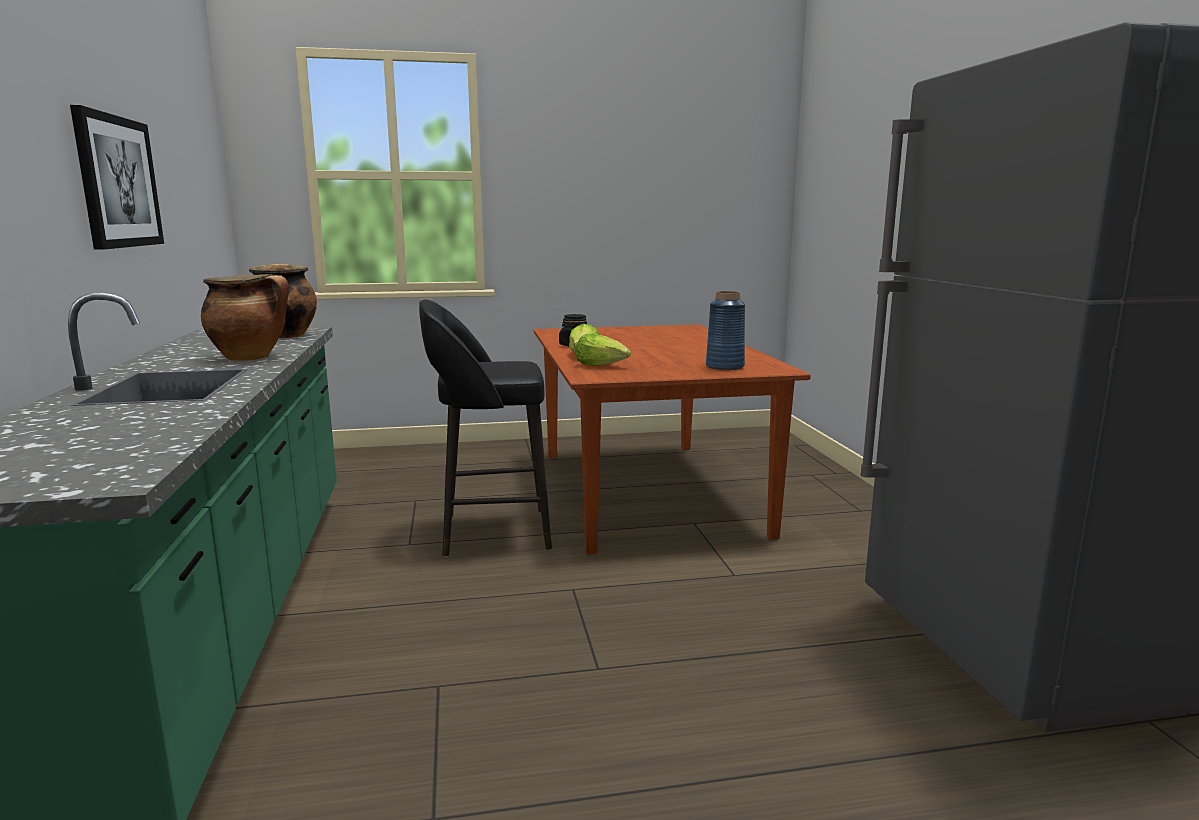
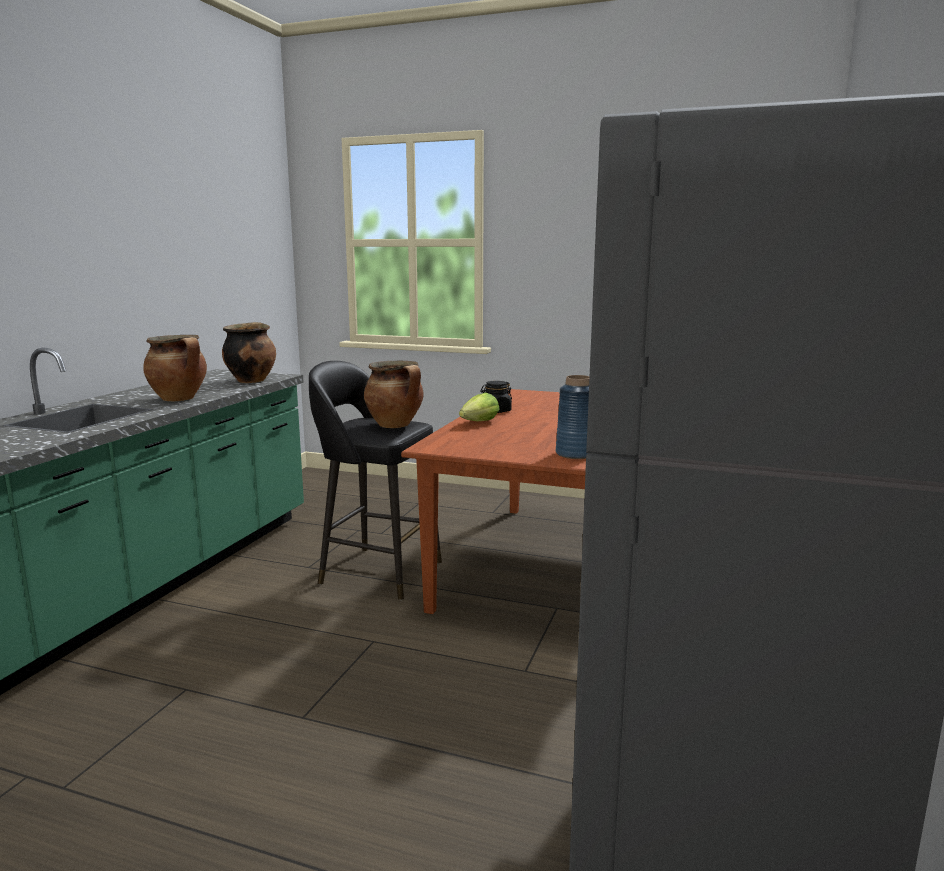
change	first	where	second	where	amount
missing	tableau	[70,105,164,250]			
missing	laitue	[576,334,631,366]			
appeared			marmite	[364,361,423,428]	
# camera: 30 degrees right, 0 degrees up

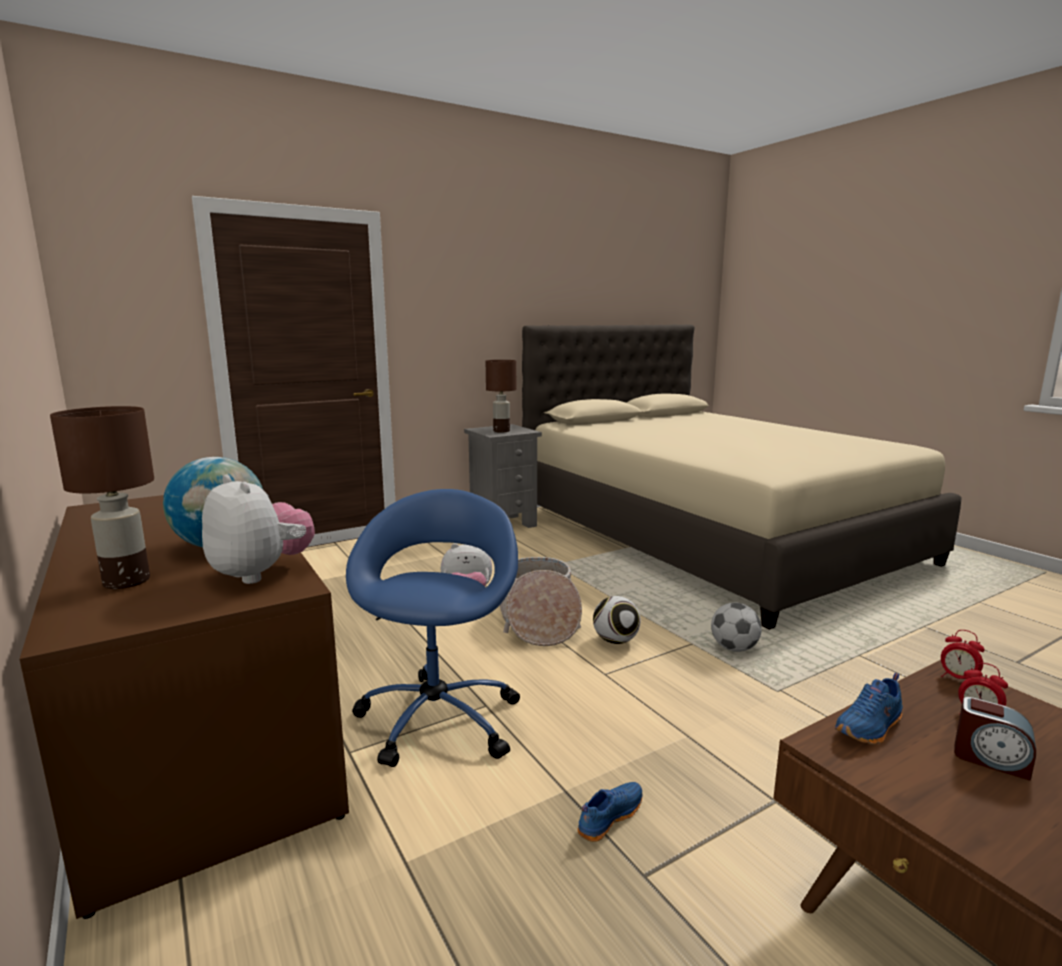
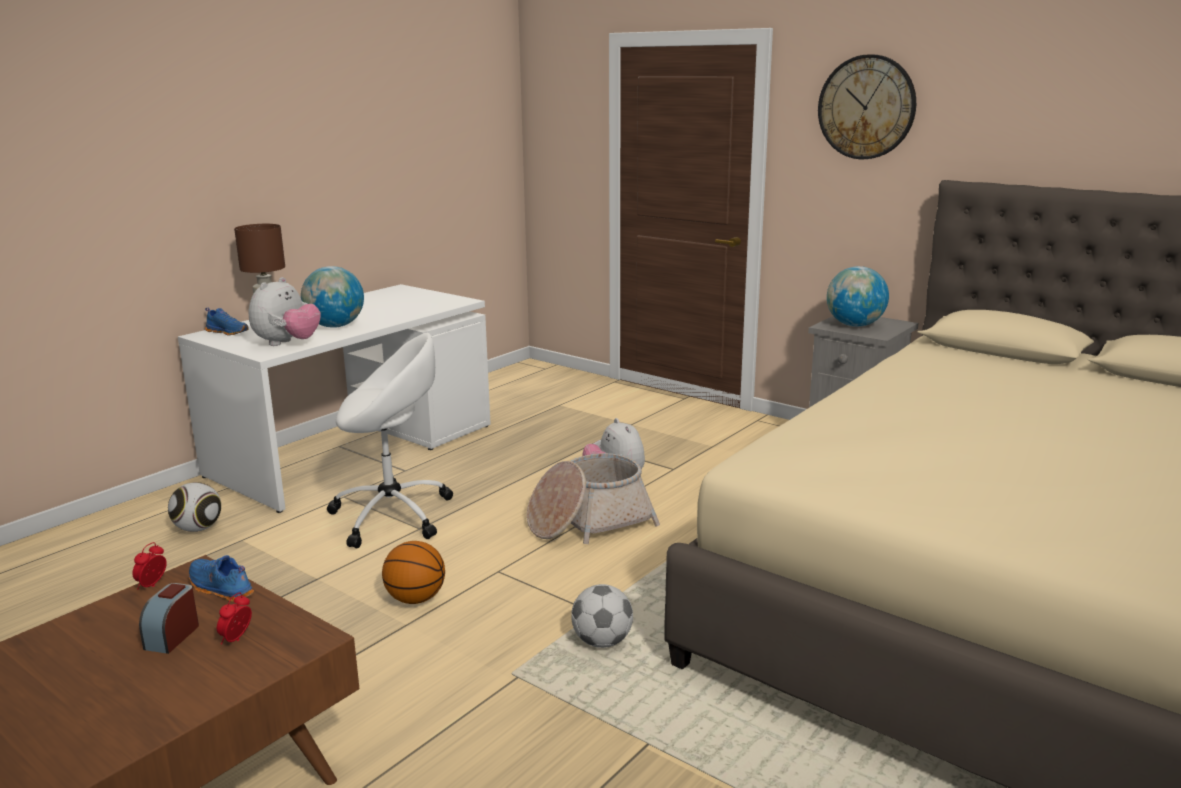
change	first	where	second	where	amount
exchanged	lampe de table (marron)	[486,360,516,433]	globe	[827,266,889,327]	
colour	chaise de bureau (bleu)	[346,489,520,767]	chaise de bureau (blanc)	[327,333,453,548]	
colour	bureau (marron)	[19,495,349,919]	bureau (blanc)	[178,284,491,513]	
relocated	ballon de foot	[593,596,641,644]		[168,482,221,532]	
relocated	réveil	[941,630,985,679]		[132,542,167,589]	
relocated	chaussure (bleu)	[577,782,642,842]		[205,308,249,336]	
appeared			horloge murale	[818,54,916,159]	
appeared			ballon de basket	[382,541,445,604]	
# camera: 70 degrees right, 5 degrees up

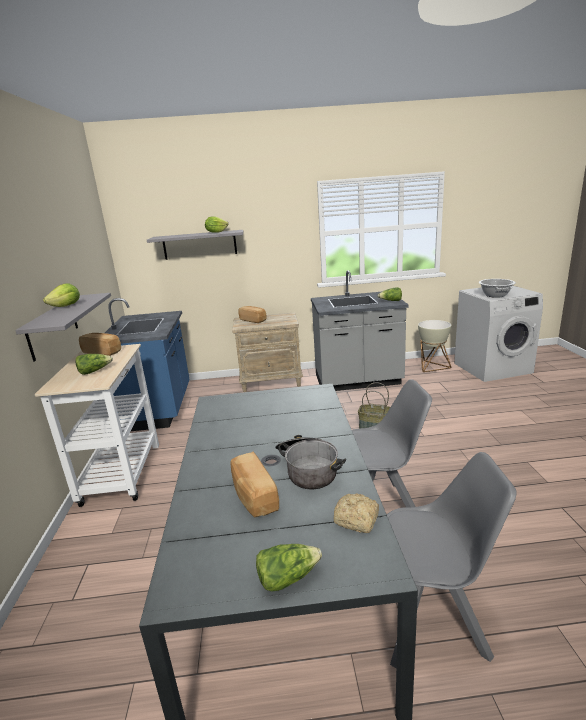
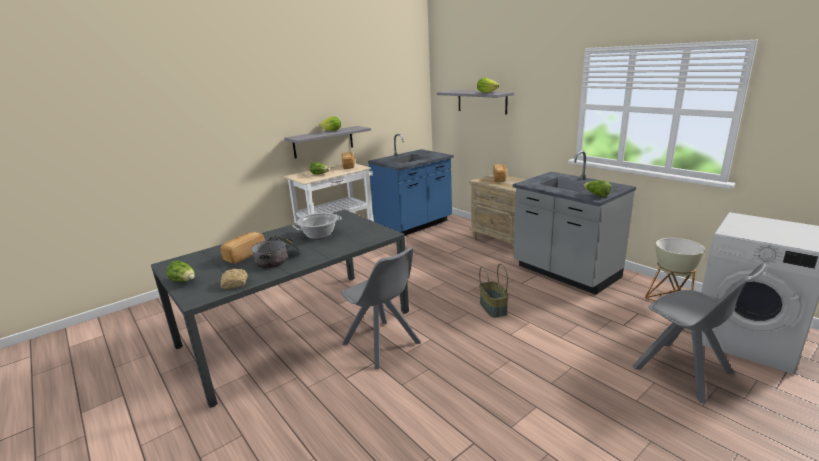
change	first	where	second	where	amount
relocated	marmite	[479,279,516,298]		[293,213,342,239]	
relocated	chaise (gris)	[387,452,516,668]		[633,264,767,404]	
# camera: 55 degrees right, 0 degrees up

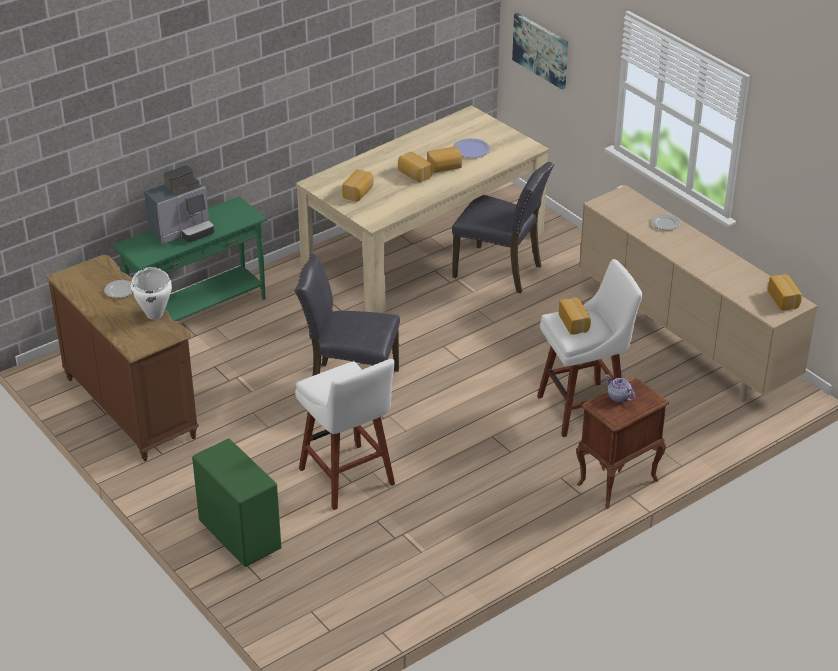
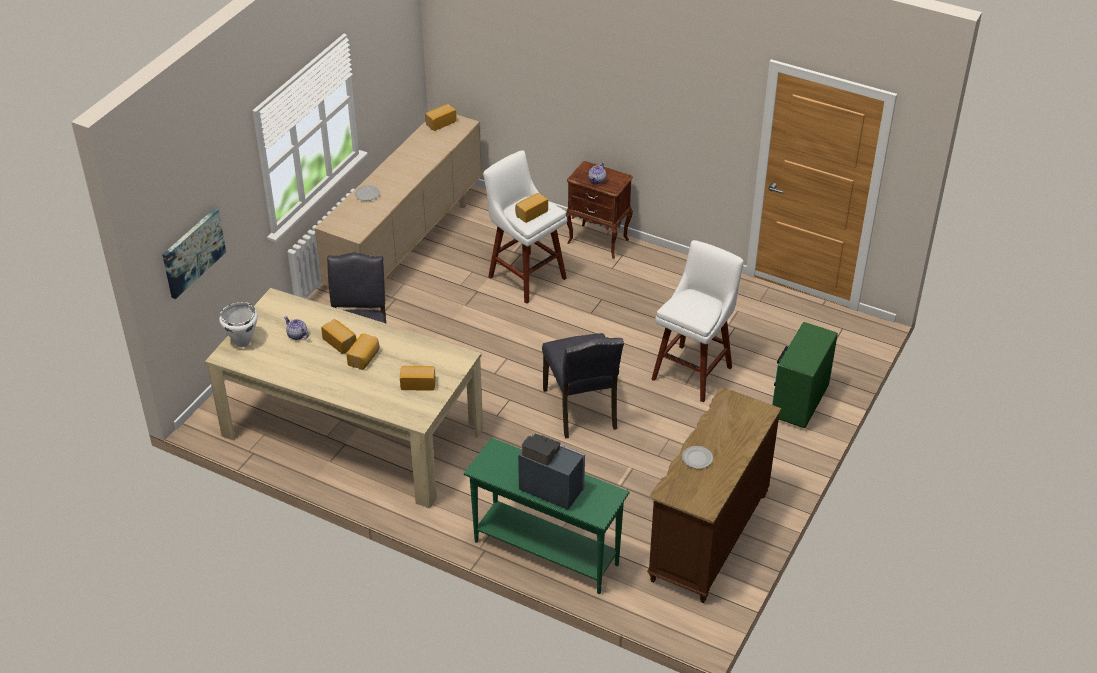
change	first	where	second	where	amount
exchanged	assiette	[453,138,490,158]	théière	[284,316,309,340]	
relocated	marmite (blanc)	[131,267,172,319]		[219,302,258,347]	
# camera: 115 degrees left, 5 degrees up

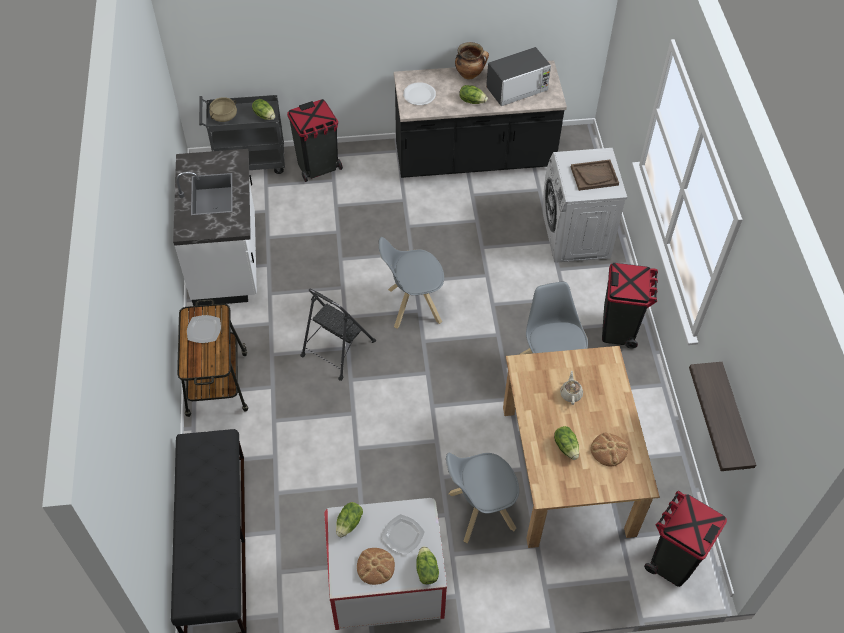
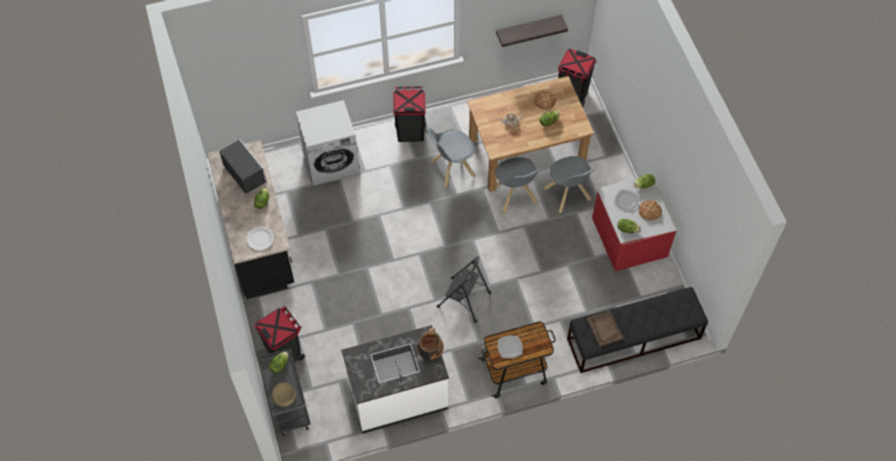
change	first	where	second	where	amount
relocated	marmite	[455,42,489,79]		[418,328,443,360]	
relocated	plateau (marron)	[571,160,619,191]		[587,311,623,347]	
relocated	chaise (gris)	[379,237,444,329]		[495,158,538,214]	
# camera: 100 degrees left, 5 degrees up

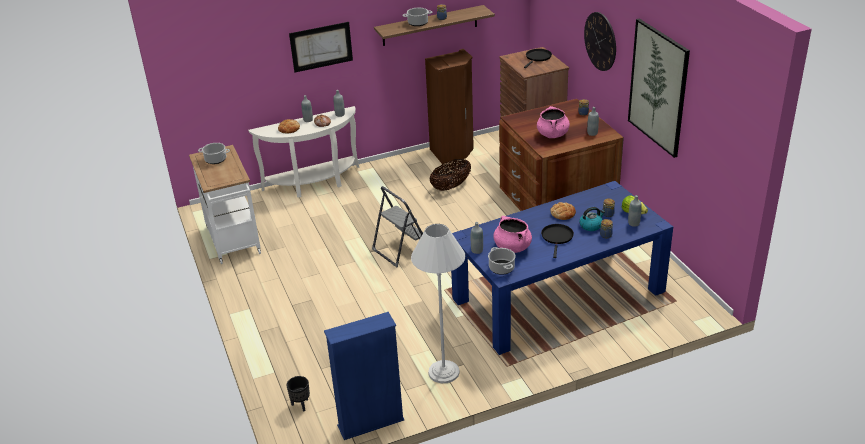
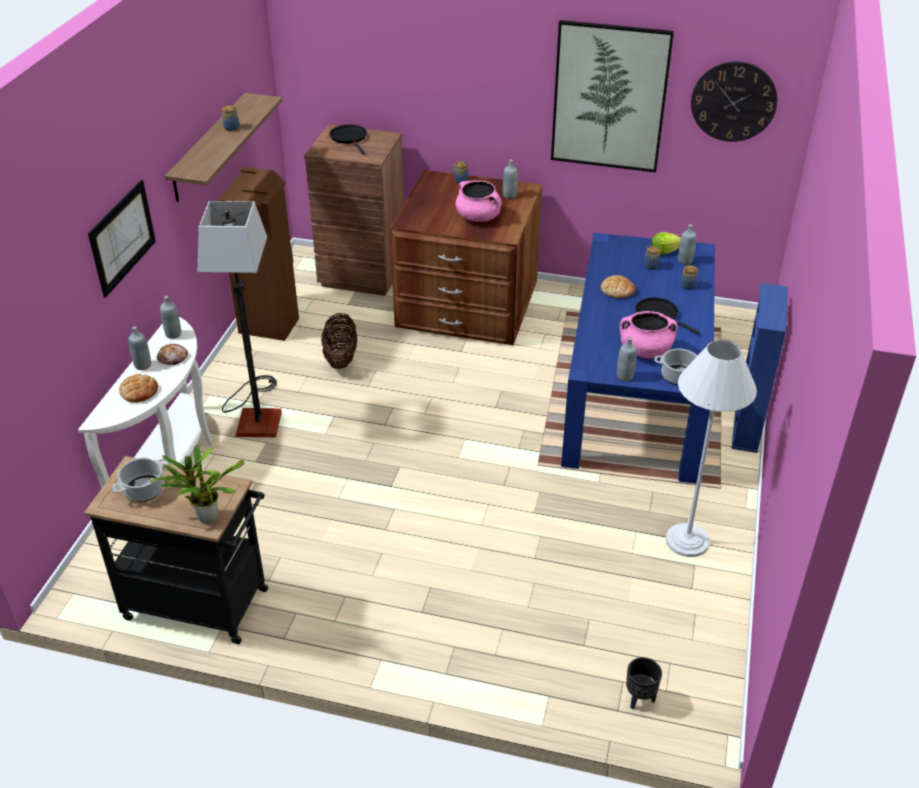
change	first	where	second	where	amount
missing	marmite	[402,8,432,26]			
relocated	horloge murale	[584,12,616,71]		[691,61,777,142]	
colour	chariot (blanc)	[189,145,261,264]	chariot (noir)	[84,456,268,644]	
missing	escabeau (gris)	[372,186,423,267]			
missing	bouilloire	[579,207,605,231]			
relocated	bibliothèque (bleu)	[324,312,404,440]		[732,283,788,453]	
appeared			lampadaire	[198,201,282,437]	
appeared			plante en pot	[150,444,244,523]	
# camera: 55 degrees left, 5 degrees up

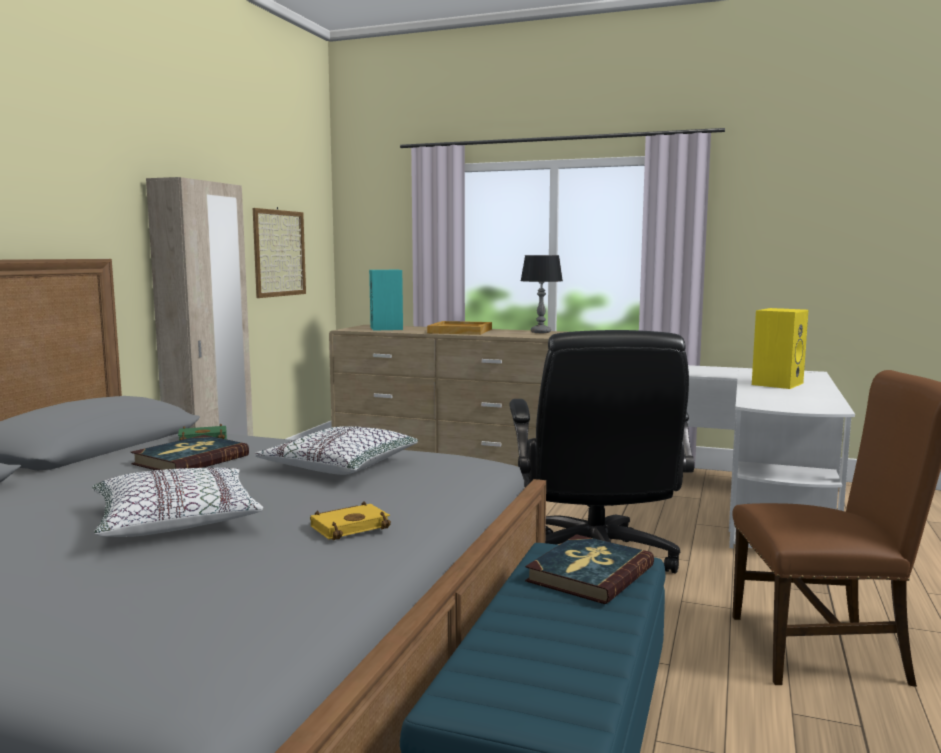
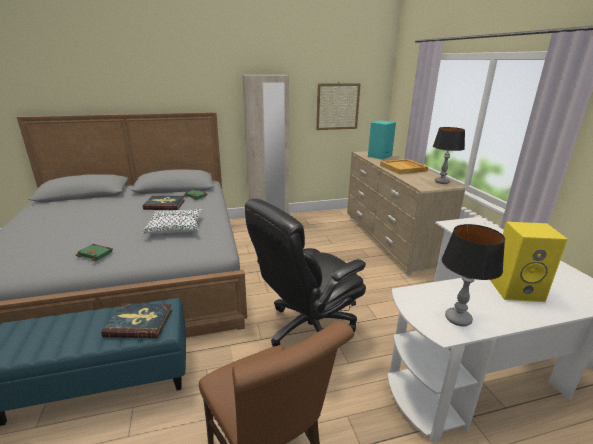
change	first	where	second	where	amount
missing	coussin (blanc)	[92,468,263,537]			
colour	livre (jaune)	[310,501,391,540]	livre (vert)	[76,244,113,261]	
appeared			lampe de table	[442,224,505,326]	
# camera: 55 degrees right, 15 degrees up

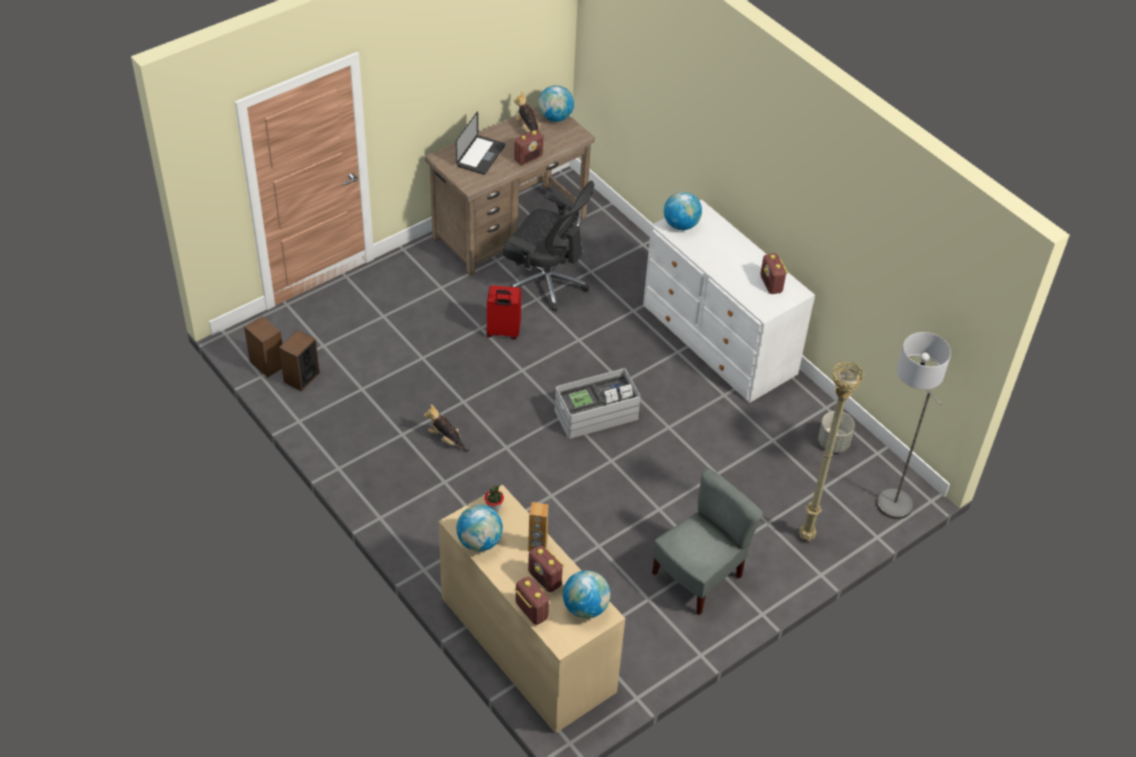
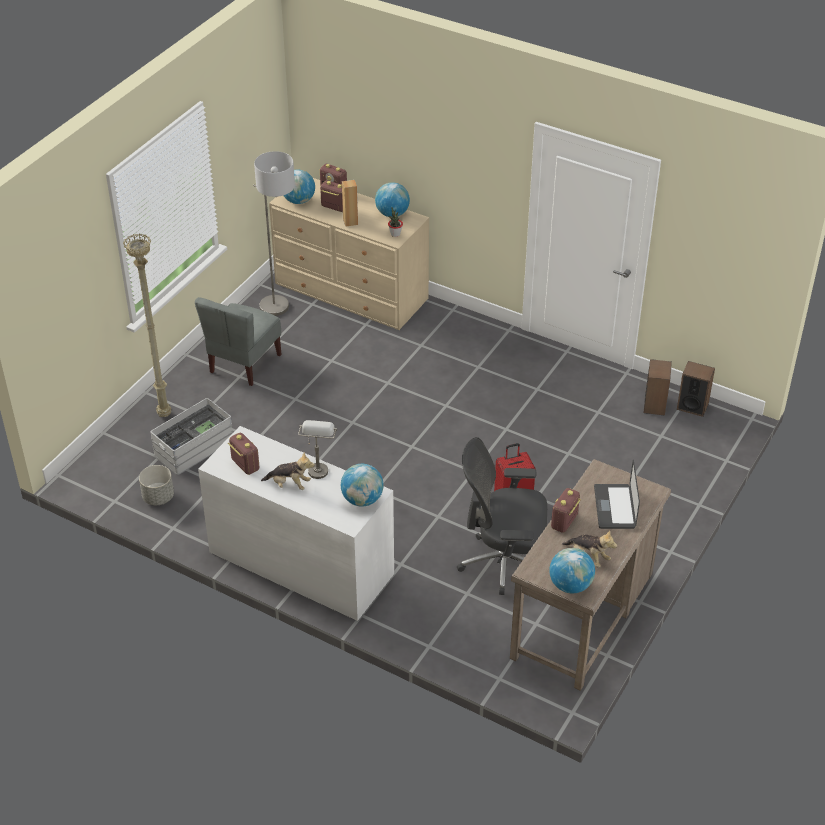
change	first	where	second	where	amount
relocated	lampadaire (gris)	[877,332,951,519]		[253,151,295,316]	
relocated	boîte de rangement (gris)	[554,368,641,439]		[151,398,233,475]	
relocated	peluche	[424,404,469,452]		[261,452,315,490]	
appeared			lampe de table (gris)	[298,420,337,479]	
# camera: 160 degrees right, 5 degrees down

